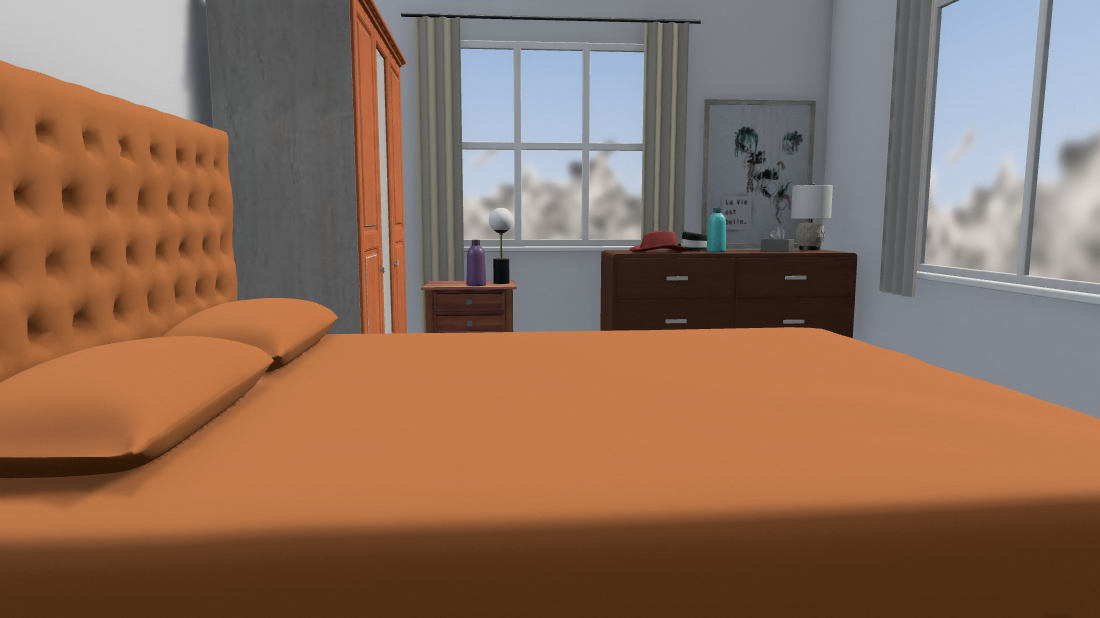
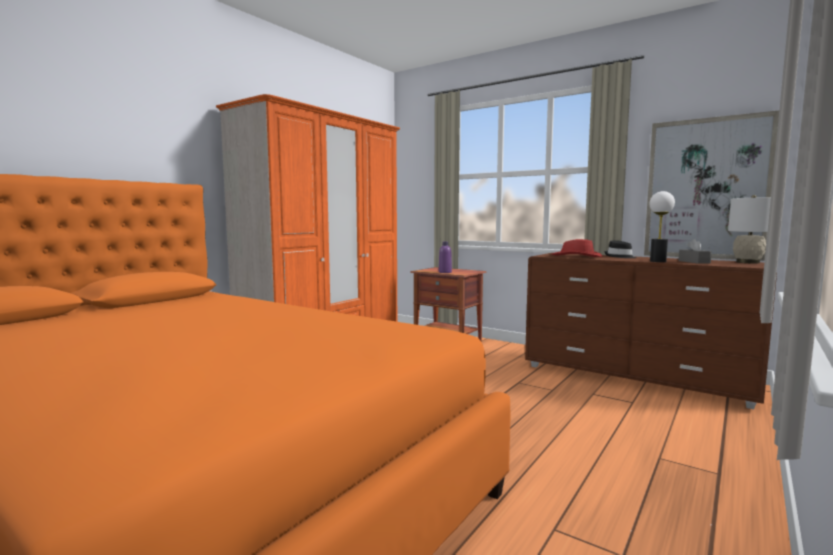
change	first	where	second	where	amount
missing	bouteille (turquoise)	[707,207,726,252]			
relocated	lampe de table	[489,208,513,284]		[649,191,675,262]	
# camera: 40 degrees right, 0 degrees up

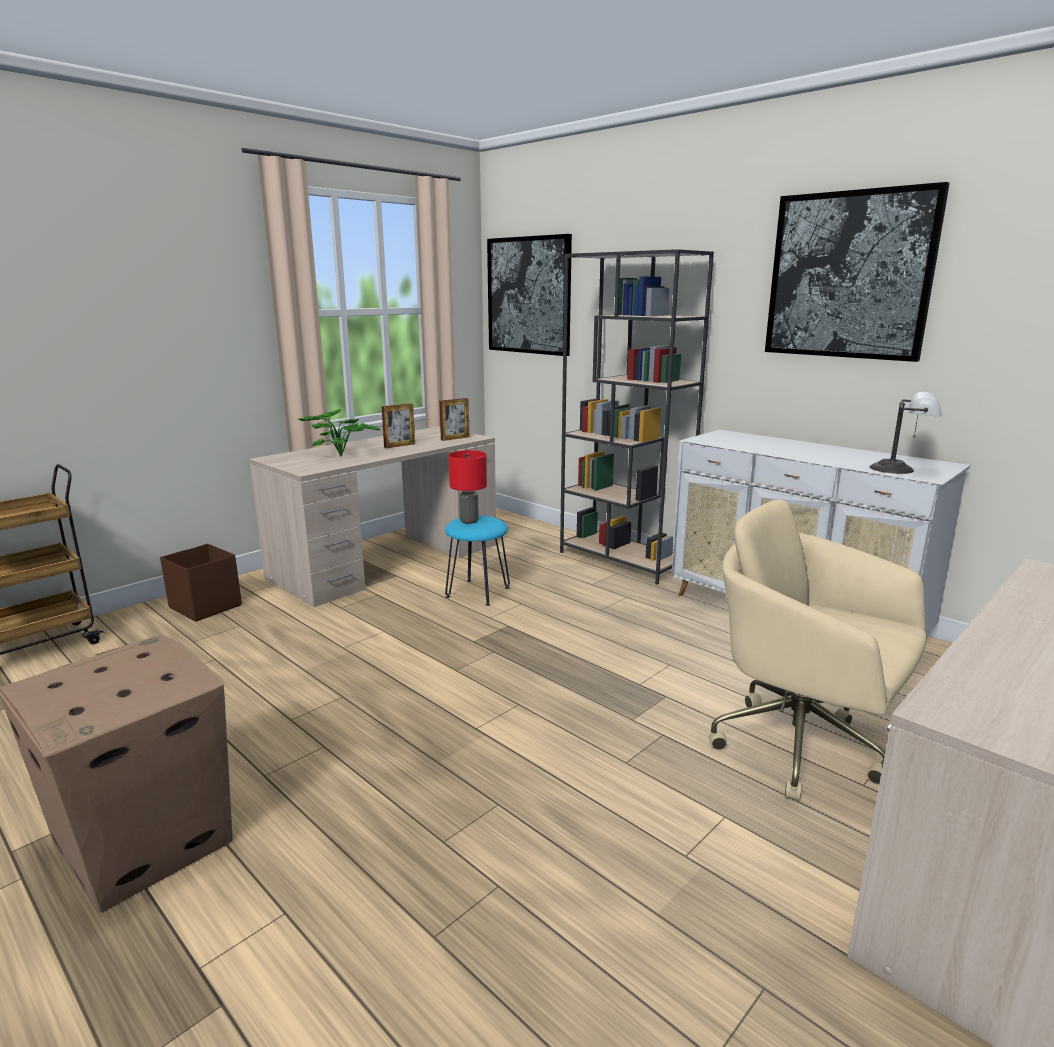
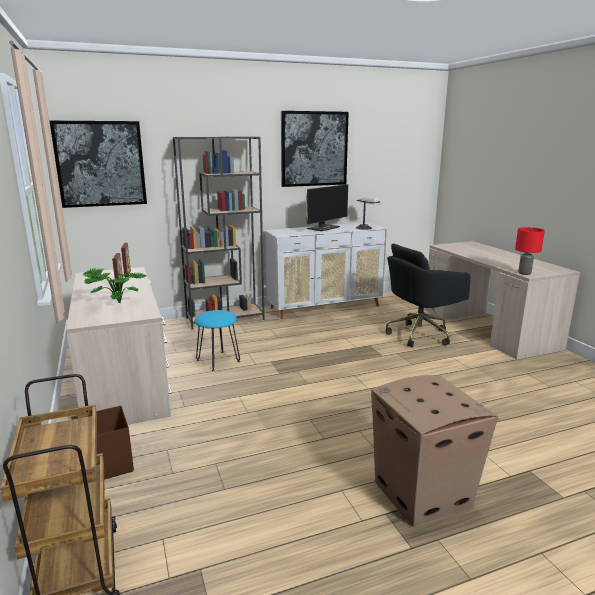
change	first	where	second	where	amount
relocated	lampe de table (rouge)	[449,450,487,524]		[515,227,545,275]	
colour	chaise de bureau (beige)	[709,500,927,801]	chaise de bureau (noir)	[386,244,471,347]	
appeared			écran d'ordinateur	[306,184,348,231]	
# camera: 65 degrees left, 0 degrees up

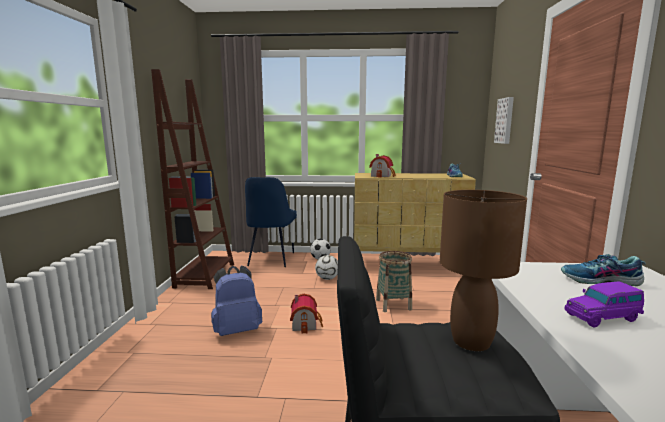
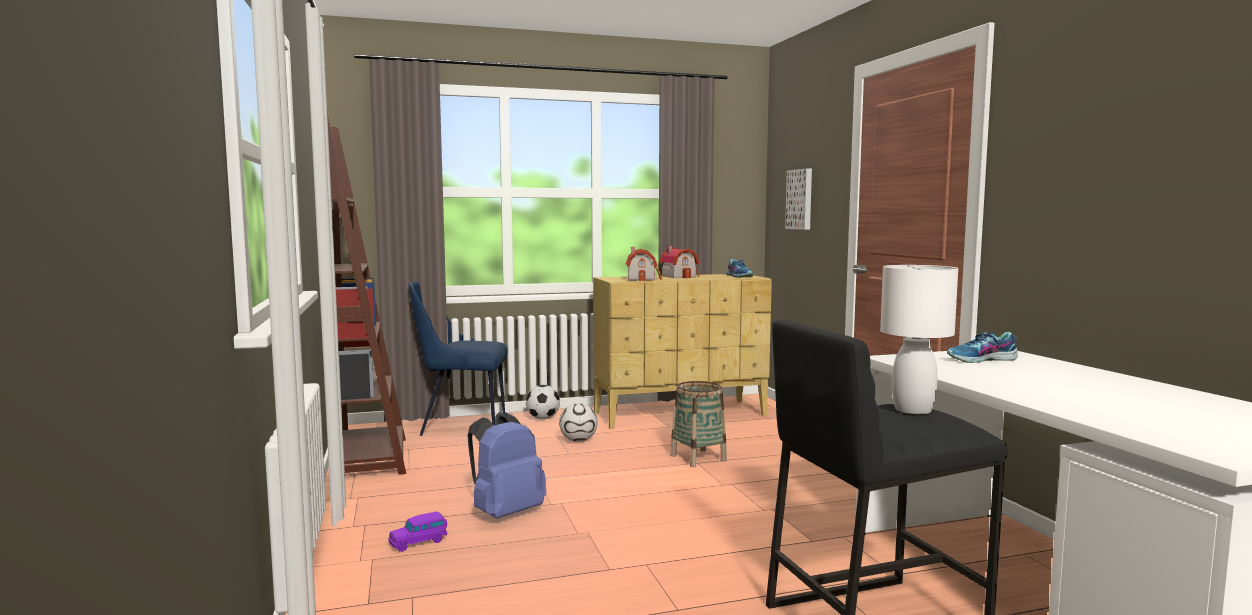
change	first	where	second	where	amount
spun	chaise (bleu)	[245,177,297,267]		[409,281,508,436]	105 degrees clockwise
colour	lampe de table (marron)	[440,190,527,351]	lampe de table (blanc)	[880,265,958,414]	
relocated	petite voiture (violet)	[565,282,644,328]		[388,511,447,552]	
relocated	maison miniature	[290,294,323,334]		[659,246,700,278]	
# camera: 20 degrees left, 5 degrees down

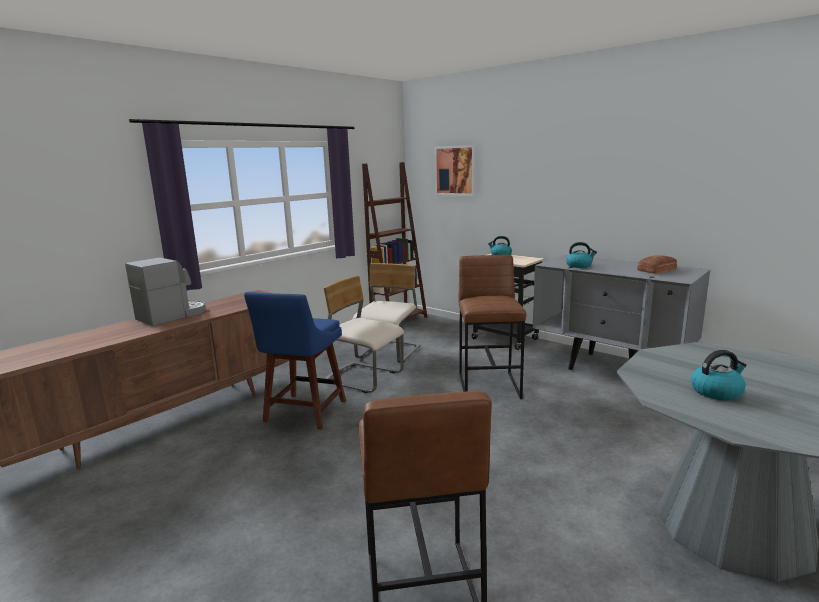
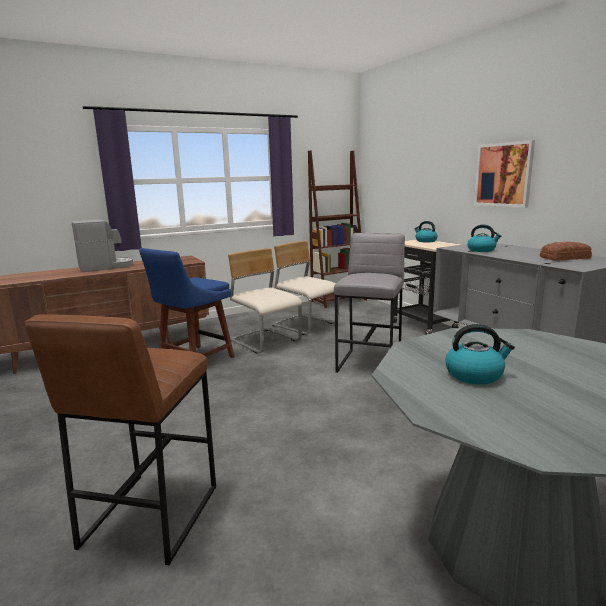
change	first	where	second	where	amount
relocated	tableau	[434,145,476,196]		[474,140,535,208]	
colour	tabouret (marron)	[458,255,526,399]	tabouret (gris)	[334,233,405,373]	
spun	chaise (beige)	[352,263,421,363]		[272,241,339,335]	90 degrees counterclockwise
# camera: 20 degrees right, 0 degrees up

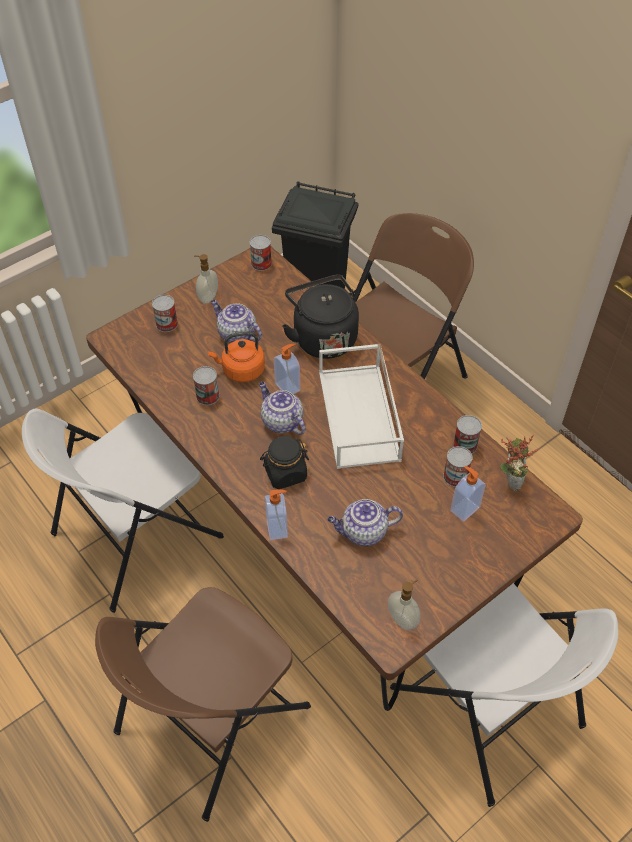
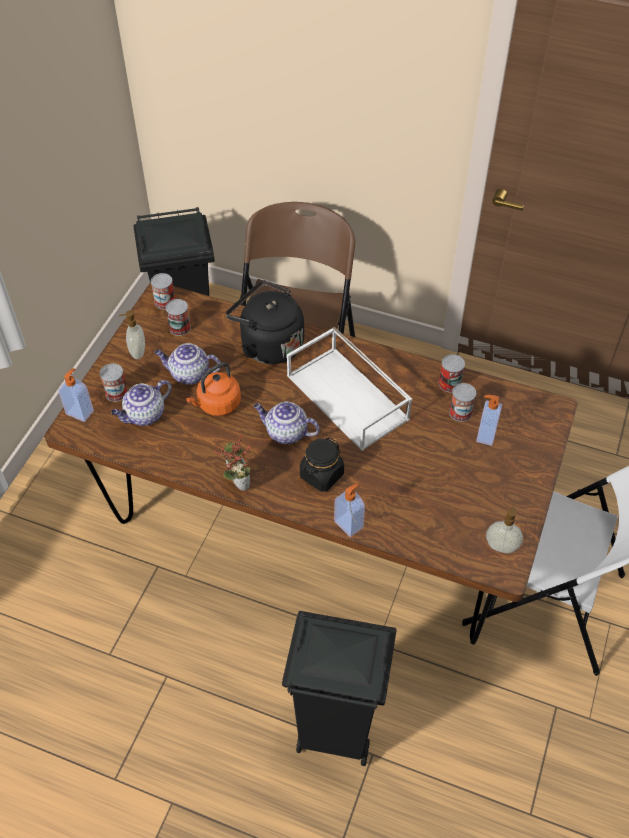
change	first	where	second	where	amount
relocated	distributeur de savon	[274,344,300,394]		[59,368,94,422]	
relocated	boîte métallique	[193,366,220,405]		[166,299,191,336]	
missing	chaise (blanc)	[22,409,224,613]			
relocated	plante en pot	[500,435,538,491]		[214,434,250,491]	
relocated	théière	[327,499,403,546]		[111,380,172,426]	
exchanged	chaise (marron)	[95,587,311,822]	poubelle (noir)	[282,611,397,766]	
# camera: 30 degrees left, 0 degrees up

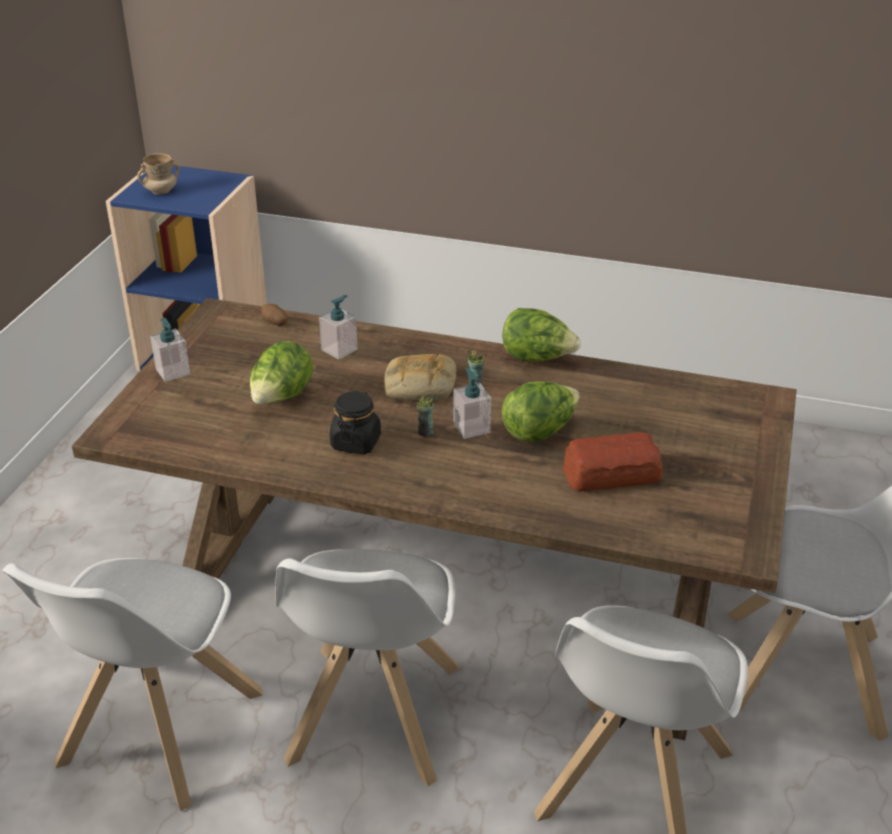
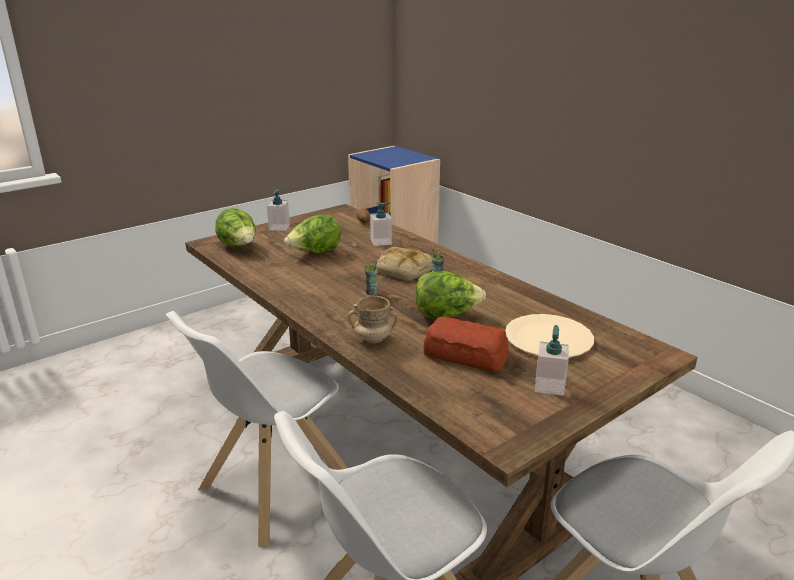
change	first	where	second	where	amount
relocated	mug (beige)	[137,153,179,195]		[348,296,399,343]	
relocated	laitue	[502,308,581,361]		[215,208,256,247]	
relocated	distributeur de savon	[453,368,491,439]		[535,325,569,396]	
missing	bocal (noir)	[330,391,381,454]			
missing	chaise	[2,558,263,811]			
appeared			assiette (beige)	[505,314,594,358]	
# camera: 35 degrees right, 10 degrees down

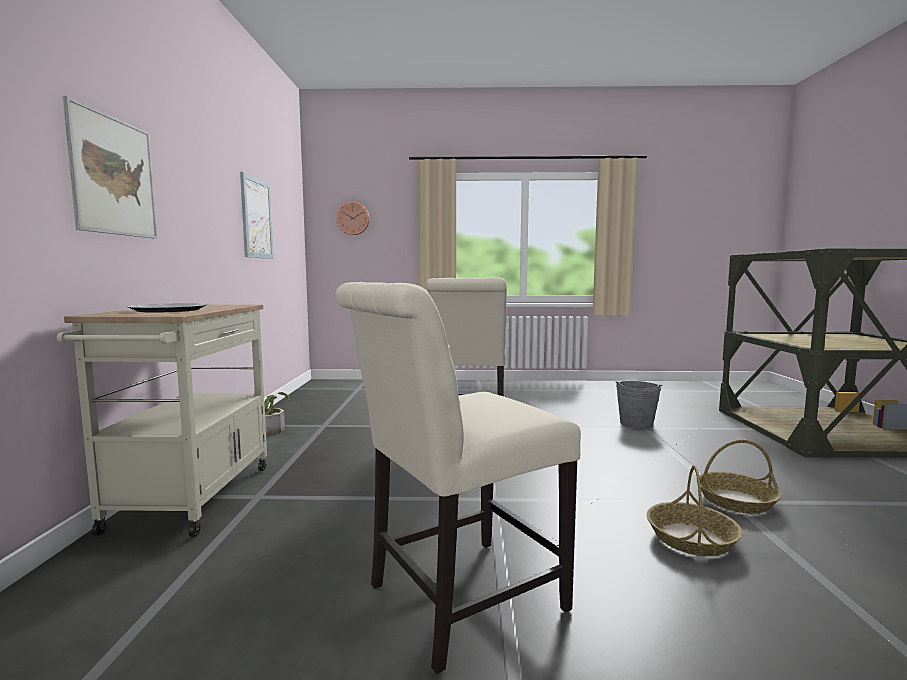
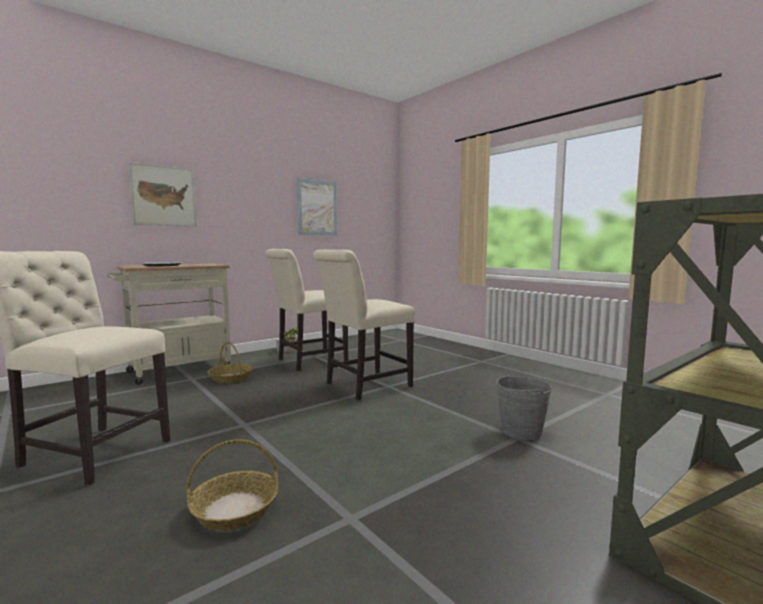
change	first	where	second	where	amount
missing	horloge murale	[336,202,369,235]			
relocated	panier	[696,440,781,513]		[208,342,253,383]	
appeared			chaise (beige)	[265,249,348,371]	
# camera: 50 degrees right, 0 degrees up

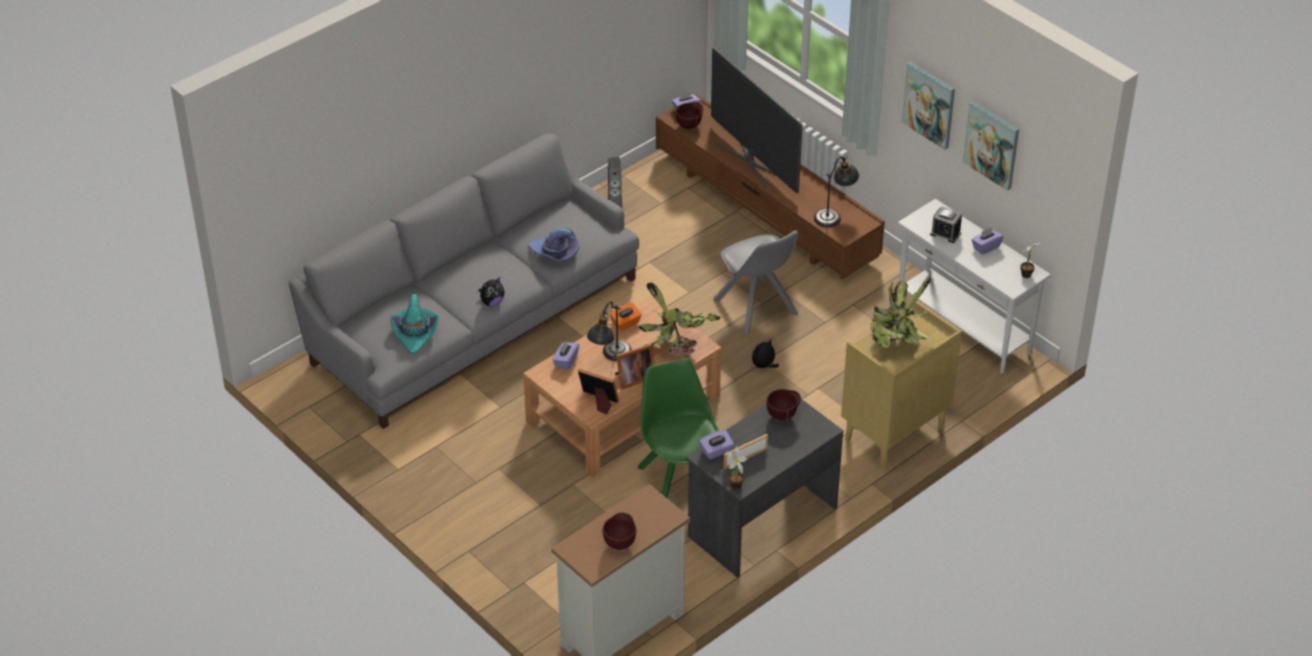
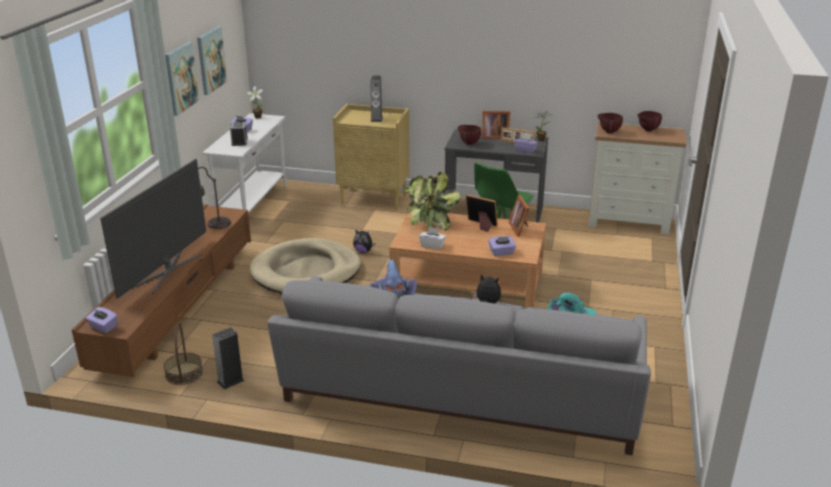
change	first	where	second	where	amount
relocated	bol (marron)	[676,102,703,129]		[598,113,623,134]	
exchanged	chaise (gris)	[713,230,799,336]	panier pour chien (beige)	[250,238,361,294]	
exchanged	plante en pot	[870,275,937,348]	enceinte	[370,76,383,122]	
missing	lampe de table (gris)	[587,301,631,361]			
colour	boîte à mouchoirs (orange)	[610,303,642,331]	boîte à mouchoirs (blanc)	[419,227,446,250]	
appeared			cadre photo	[482,111,510,139]	
appeared			panier	[164,323,203,385]	
# camera: 125 degrees left, 15 degrees down

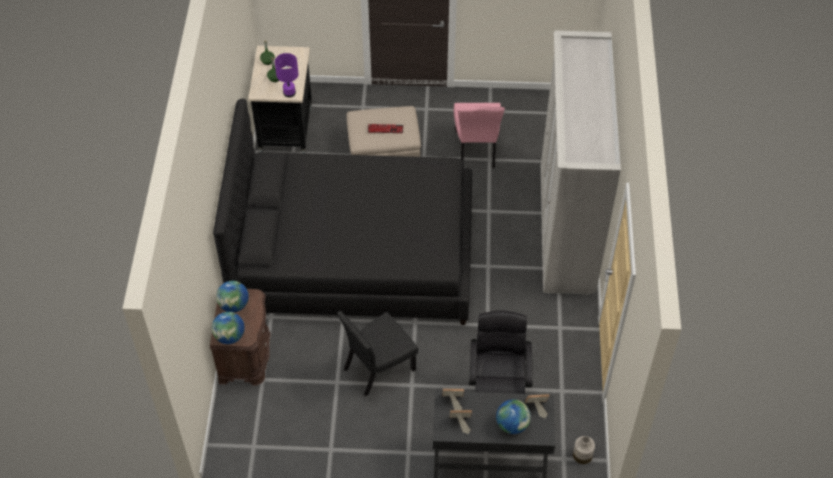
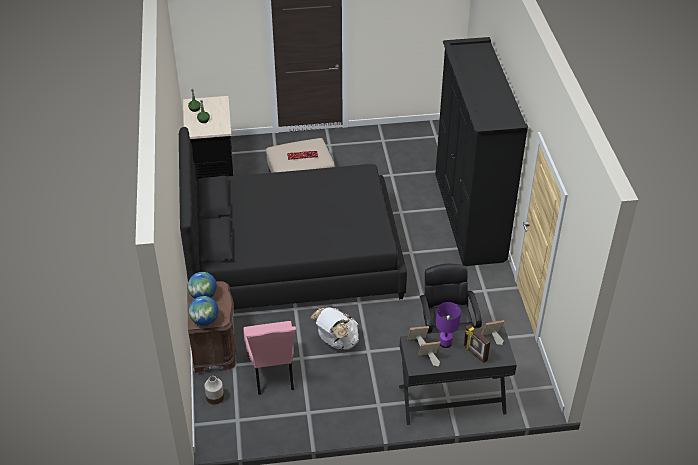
change	first	where	second	where	amount
colour	armoire (blanc)	[541,31,621,295]	armoire (noir)	[435,37,528,266]	
relocated	lampe de table (violet)	[275,53,298,97]		[436,302,461,348]	
relocated	chaise (rose)	[454,103,505,168]		[243,321,296,395]	
exchanged	chaise (noir)	[337,311,418,396]	sac à dos (blanc)	[311,307,359,350]	
exchanged	globe	[496,399,531,434]	cadre photo	[464,325,490,363]	
relocated	vase (beige)	[573,436,595,464]		[204,376,224,405]	
# camera: 10 degrees left, 10 degrees down

